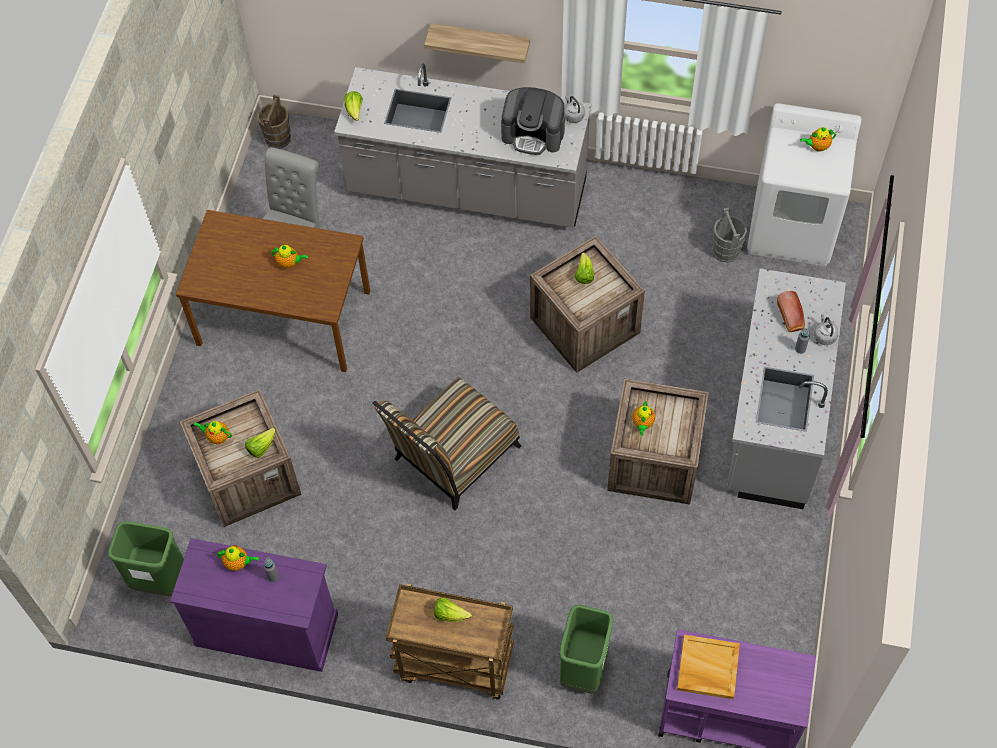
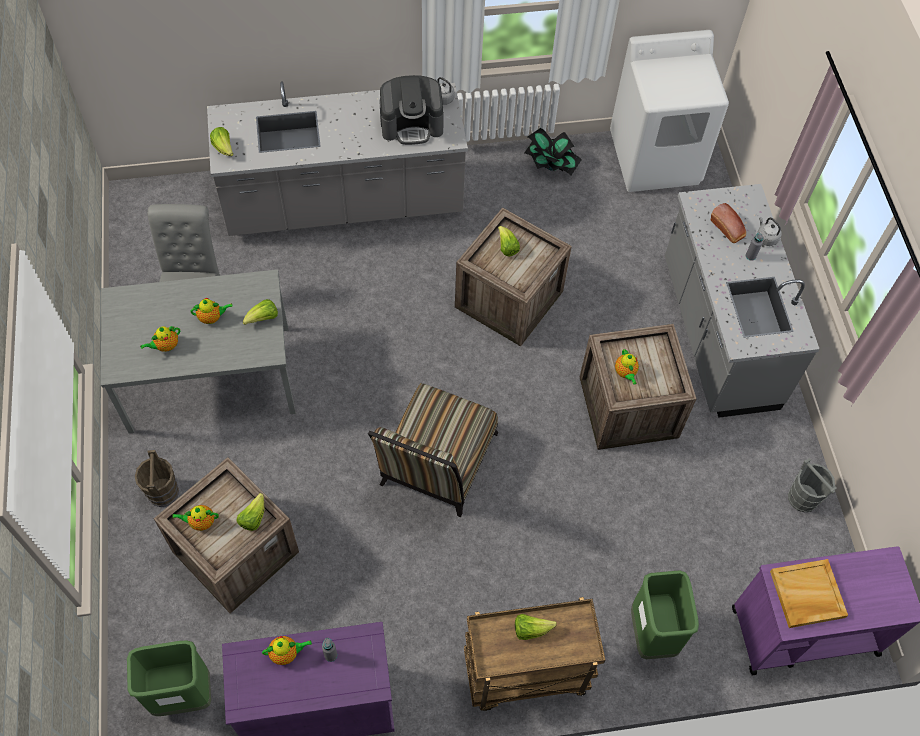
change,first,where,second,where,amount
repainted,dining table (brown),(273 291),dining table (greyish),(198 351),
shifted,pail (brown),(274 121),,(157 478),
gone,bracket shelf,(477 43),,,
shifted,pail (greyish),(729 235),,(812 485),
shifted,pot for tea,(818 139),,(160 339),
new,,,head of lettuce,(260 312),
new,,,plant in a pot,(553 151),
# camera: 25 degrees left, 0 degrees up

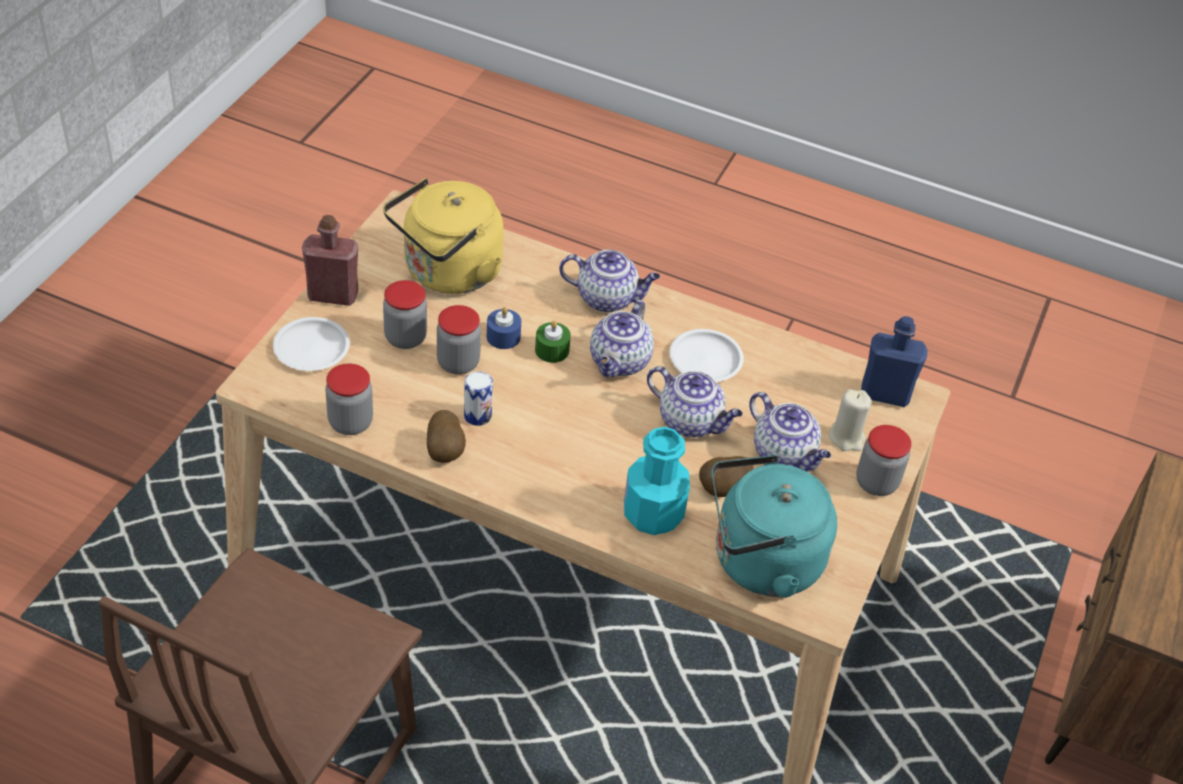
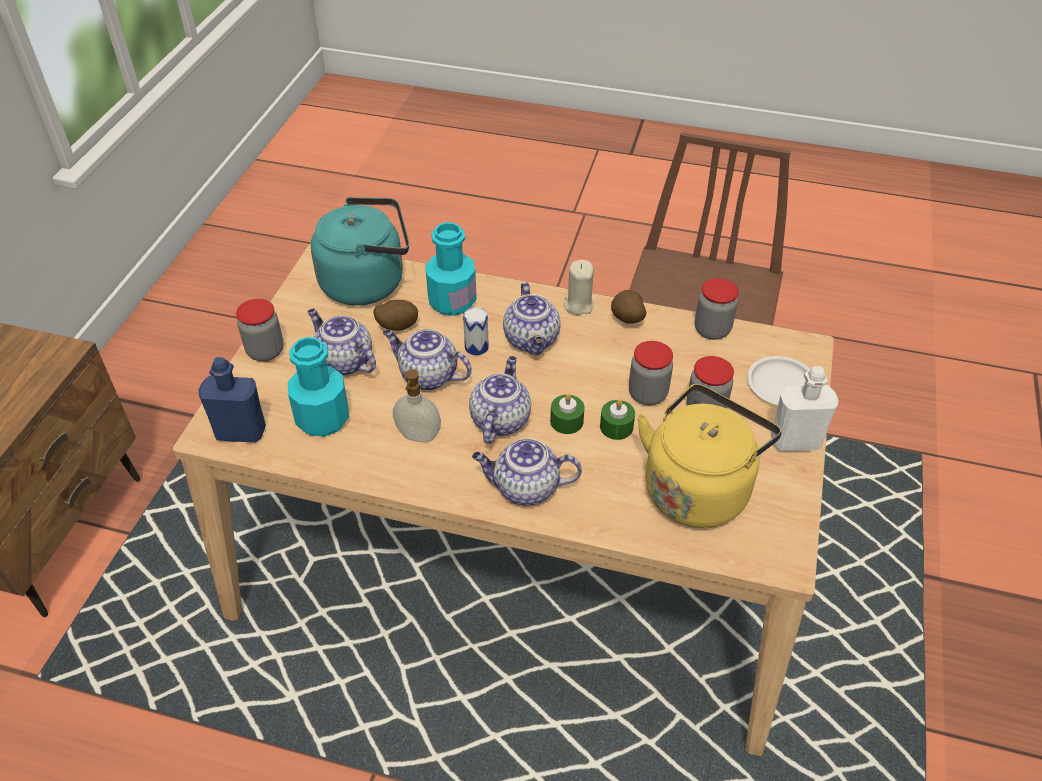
change,first,where,second,where,amount
repainted,beverage bottle (red),(330 260),beverage bottle (white),(805 408),
shifted,can,(478 398),,(476 331),
repainted,wax light (bluish),(504 328),wax light (greenish),(617 419),
swapped,flat dish (white),(706 355),soap dispenser,(417 406),
shifted,wax light (beige),(850 420),,(579 287),
new,,,beverage bottle (blue-green),(318 387),
new,,,pot for tea,(532 318),
# camera: 175 degrees right, 0 degrees up

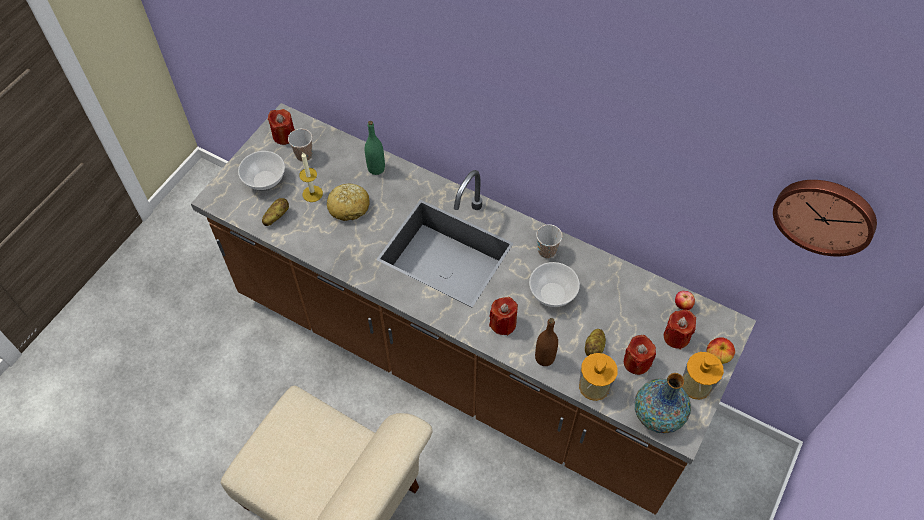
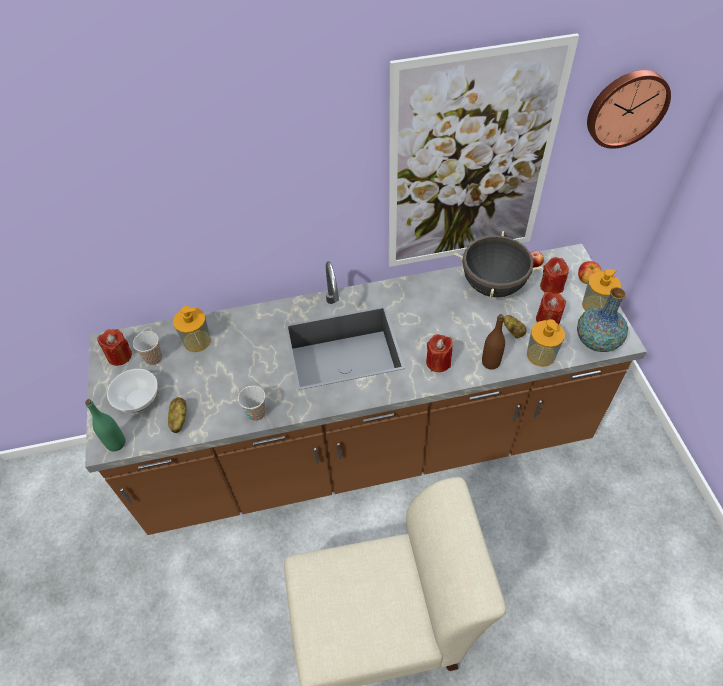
change,first,where,second,where,amount
gone,wax light,(311 177),,,
gone,bakery bread,(348 202),,,
shifted,beverage bottle (greenish),(375 148),,(105 425),
gone,serving bowl,(554 284),,,
shifted,drinking cup,(549 241),,(252 403),
new,,,soap dispenser,(192 329),
new,,,wall picture,(484 150),
new,,,saucepot (black-coloured),(499 264),
# camera: 40 degrees left, 5 degrees down

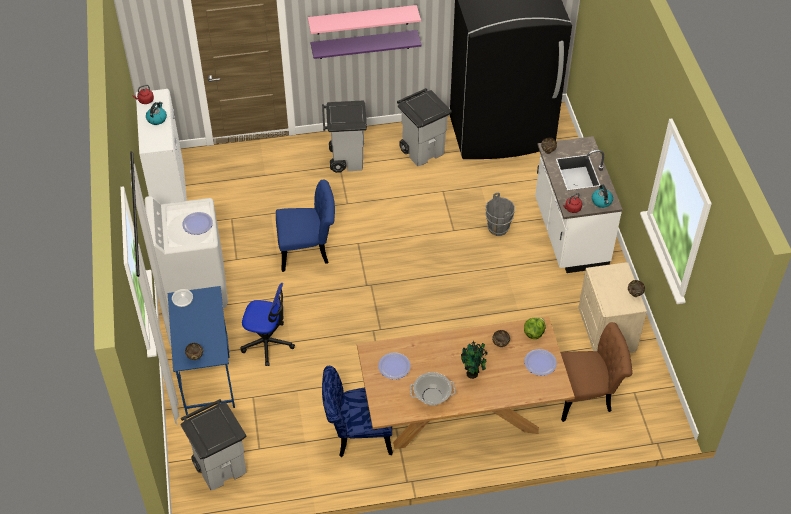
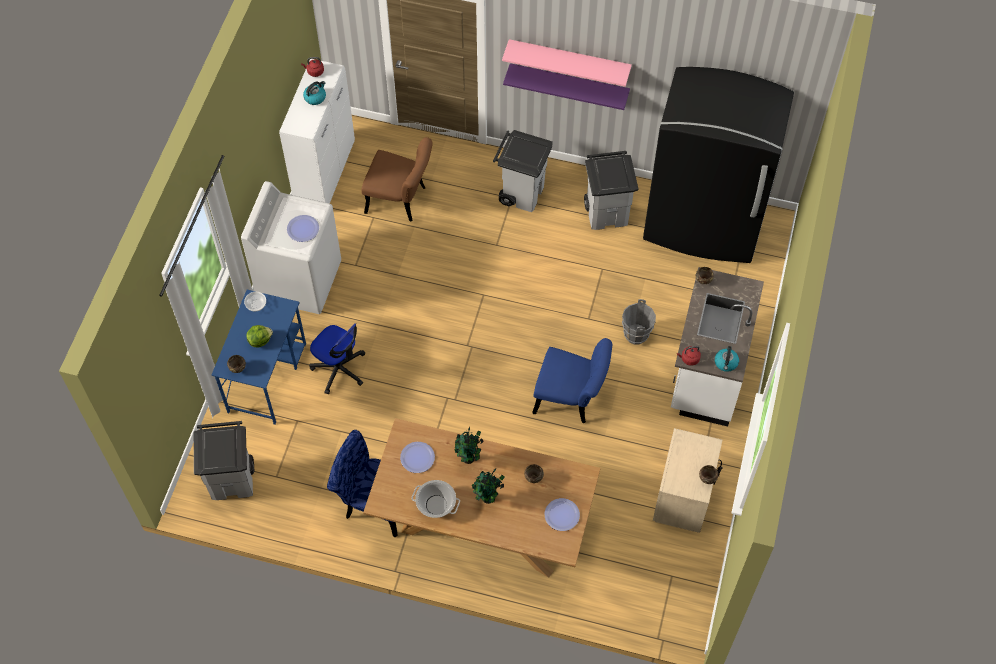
change,first,where,second,where,amount
shifted,chair (bluish),(305 225),,(572 381),
shifted,head of lettuce,(534 328),,(259 336),
shifted,chair (brown),(597 372),,(397 179),
new,,,plant in a pot,(469 445),
# camera: 25 degrees right, 10 degrees up

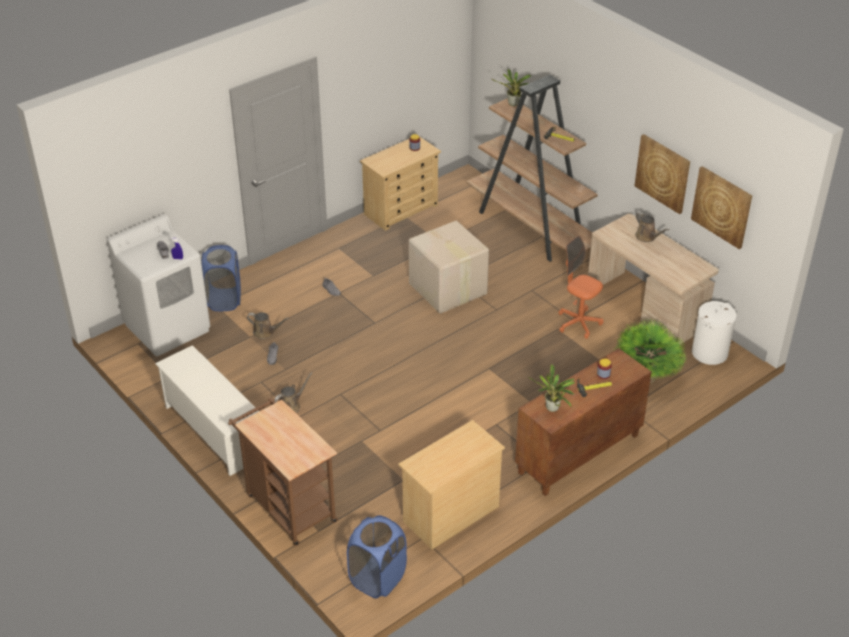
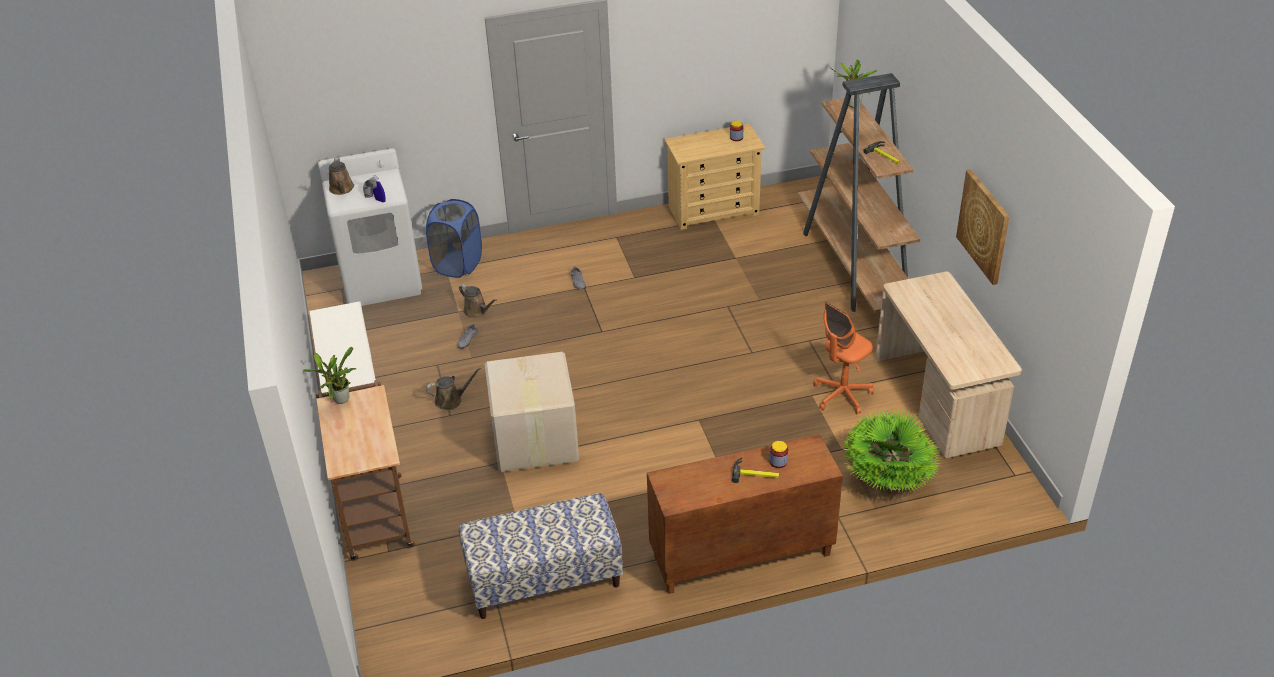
change,first,where,second,where,amount
gone,hamper (bluish),(377 556),,,
swapped,drawer chest (beige),(451 484),bench,(541 556),
shifted,cardboard box,(449 267),,(532 412),
shifted,plant in a pot,(551 388),,(329 375),
rotated,desk chair (orange),(581 287),,(843 358),105 degrees counterclockwise
shifted,watering pot (brown),(652 227),,(341 176),
gone,wall picture,(721 207),,,
gone,hamper (white),(714 333),,,
# camera: 25 degrees right, 0 degrees up

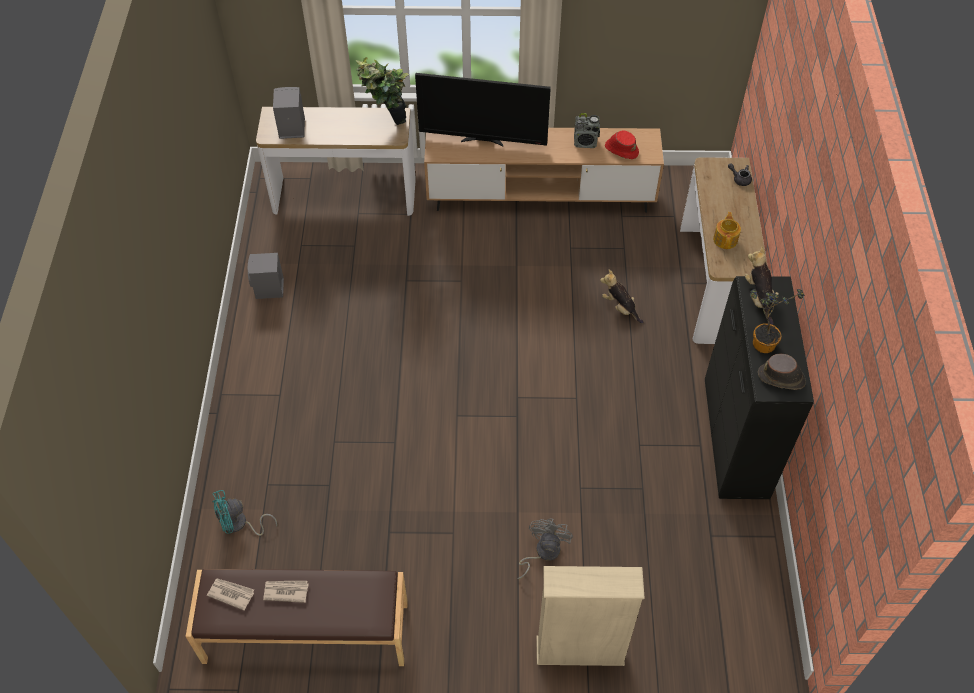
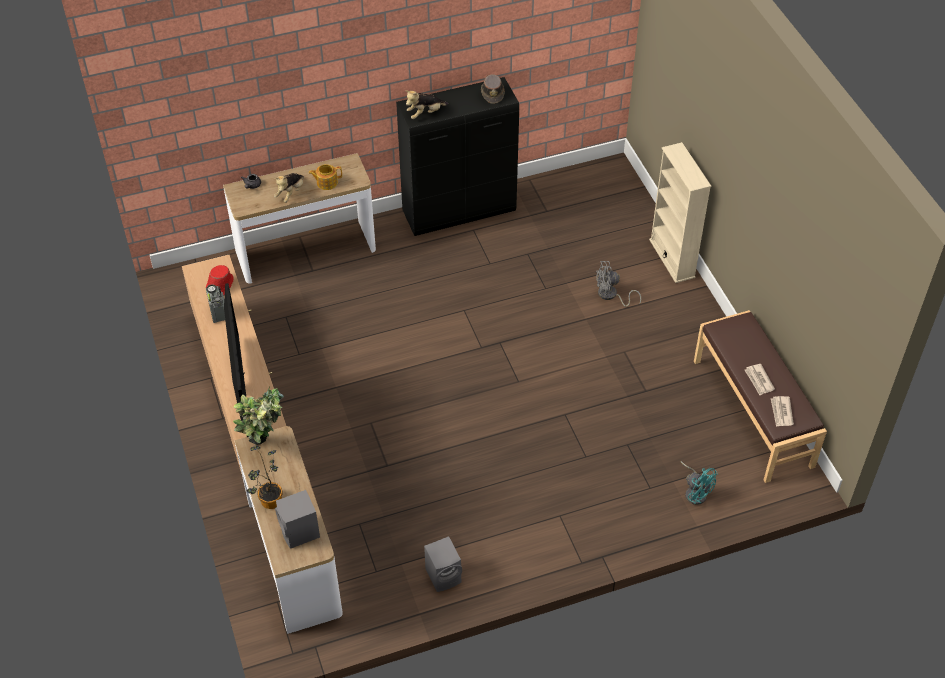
change,first,where,second,where,amount
shifted,plush toy,(621 296),,(289 188),
shifted,plant in a pot,(777 321),,(264 477),
# camera: 110 degrees left, 5 degrees down

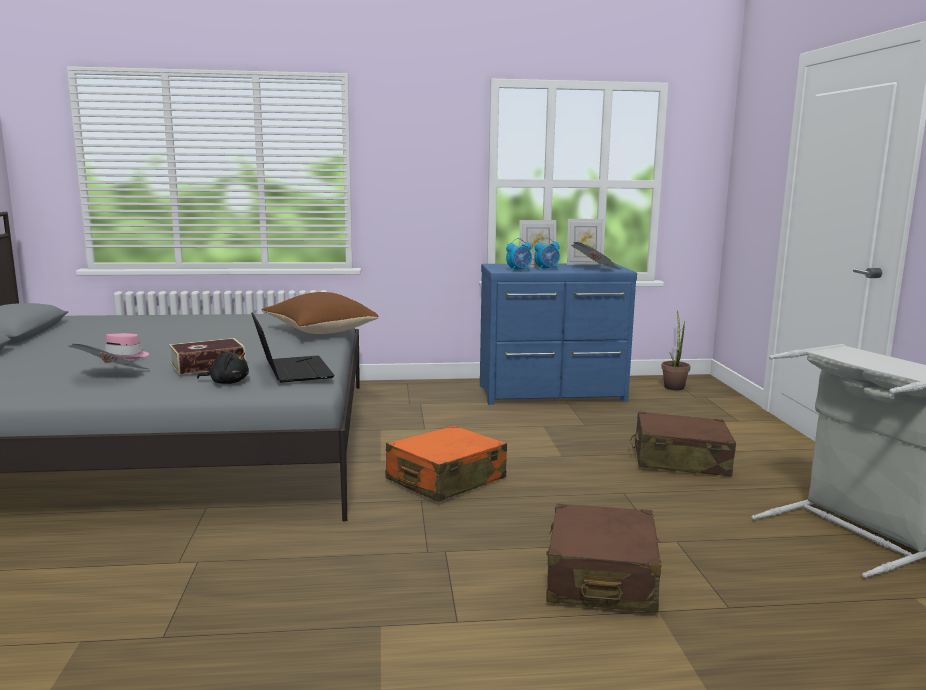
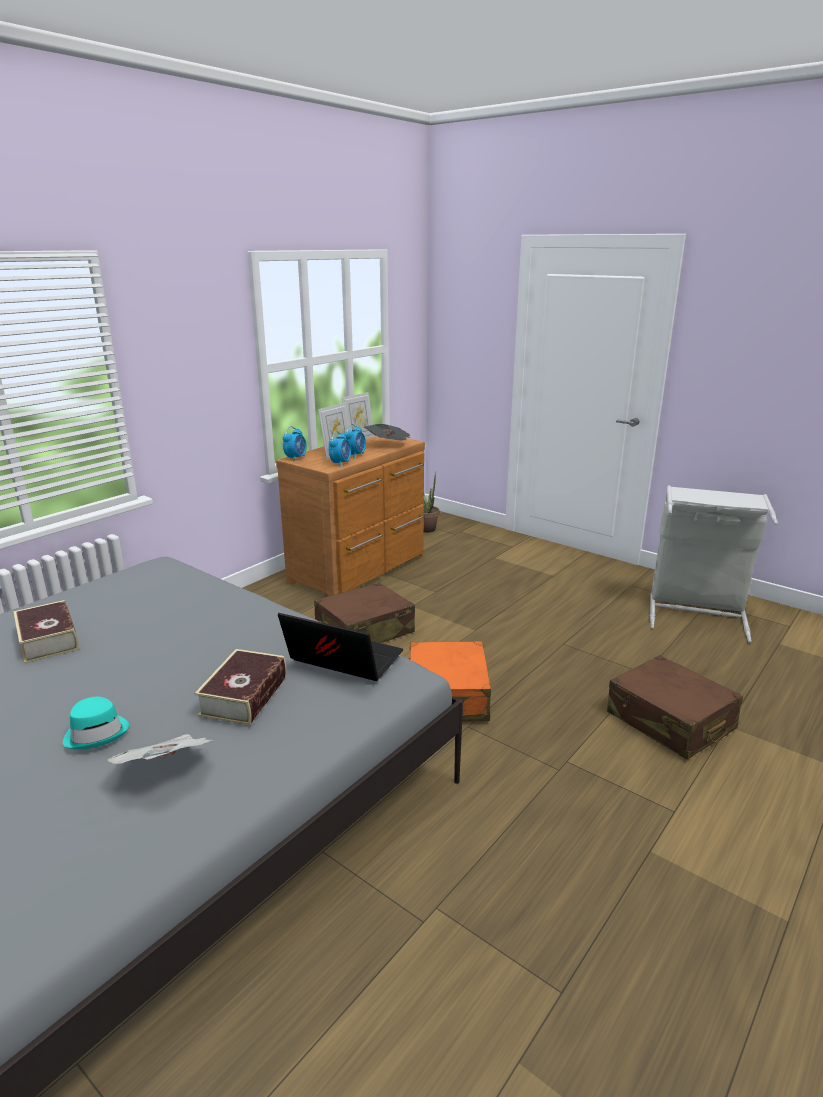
change,first,where,second,where,amount
repainted,wearable hat (pinkish),(127 346),wearable hat (blue-green),(96 723),
gone,plush toy (black-coloured),(223 366),,,
gone,cushion (brown),(320 313),,,
repainted,drawer chest (bluish),(558 334),drawer chest (brown),(350 516),
shifted,travel case (brown),(683 444),,(364 613),
new,,,bound book,(46 631),
new,,,alarm clock,(295 443),
# camera: 45 degrees left, 10 degrees up

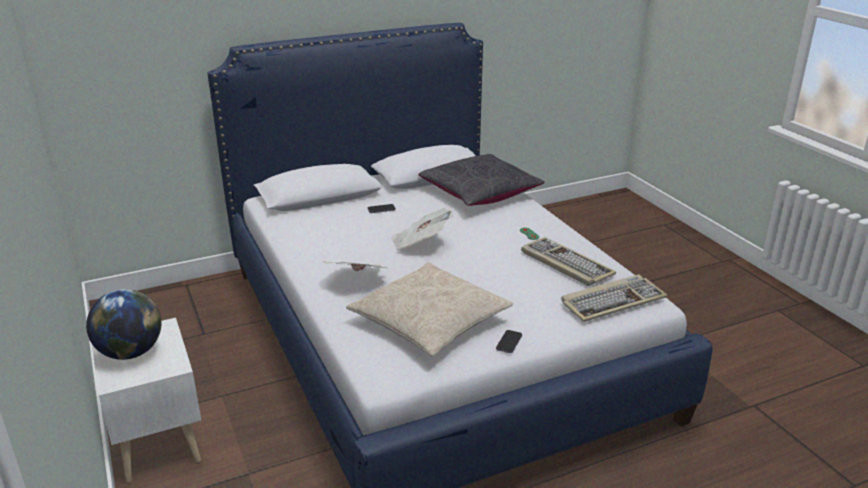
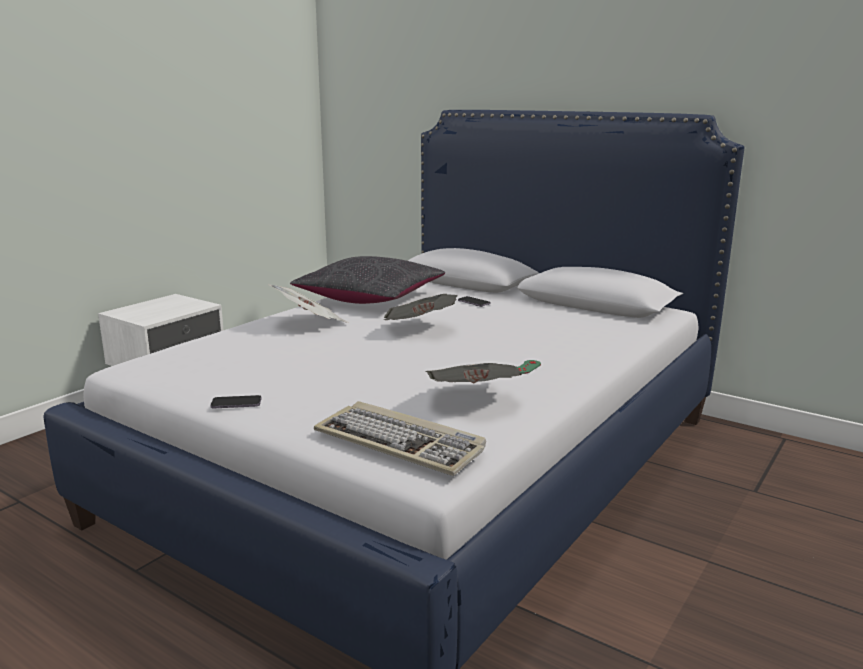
change,first,where,second,where,amount
gone,globe,(123 324),,,
gone,cushion (beige),(429 309),,,
shifted,cushion (black-coloured),(481 180),,(367 280),
swapped,keyboard,(568 261),newspaper,(474 373),
# camera: 60 degrees right, 10 degrees down

